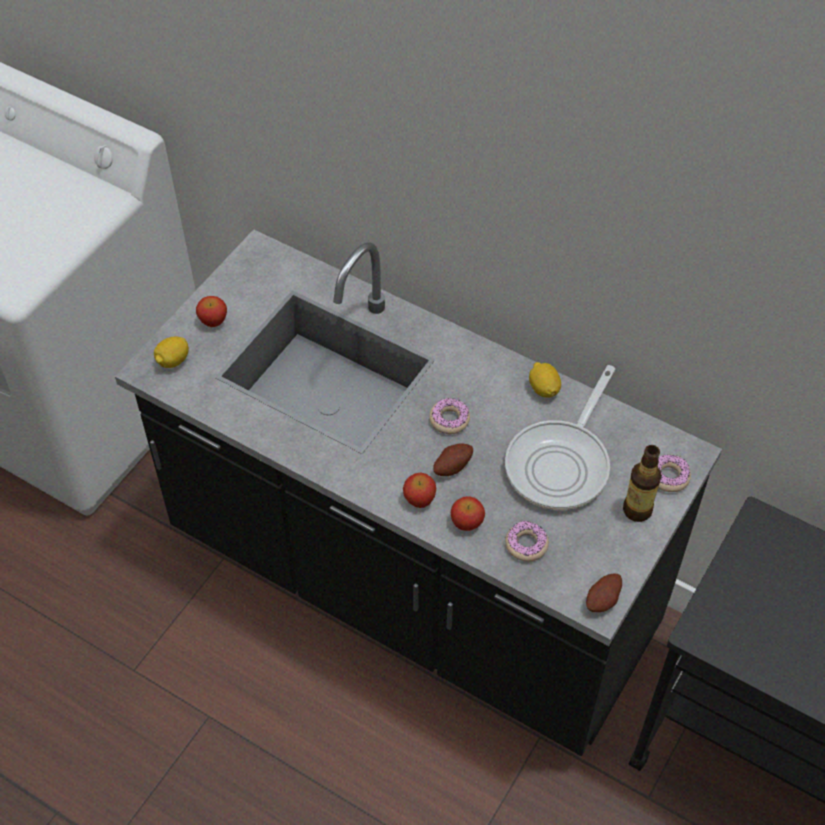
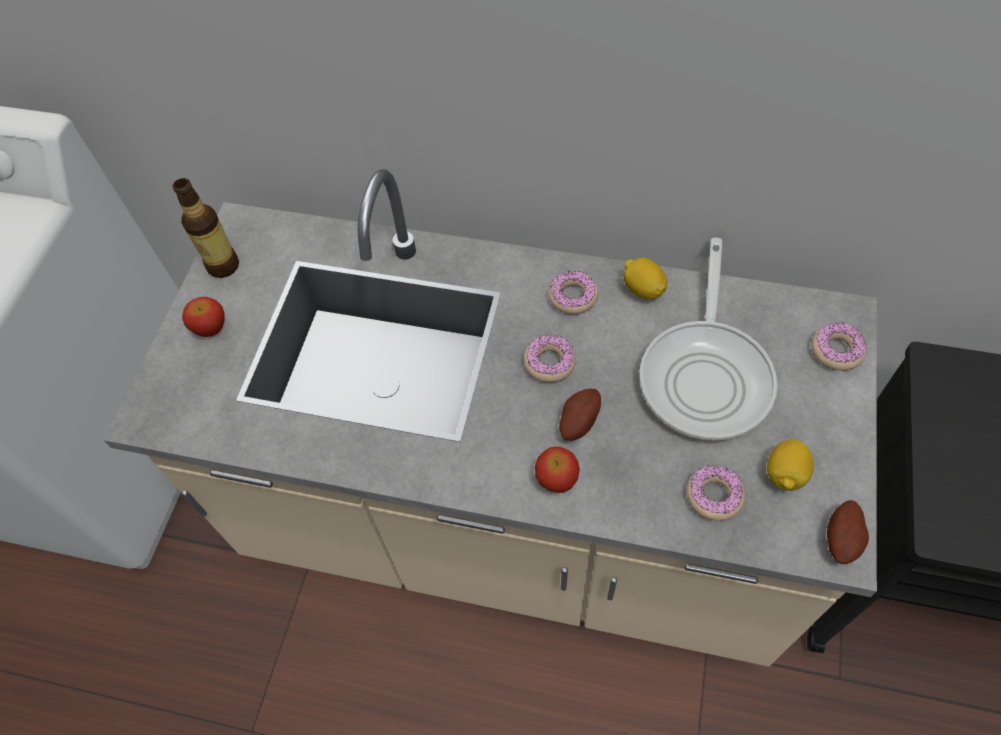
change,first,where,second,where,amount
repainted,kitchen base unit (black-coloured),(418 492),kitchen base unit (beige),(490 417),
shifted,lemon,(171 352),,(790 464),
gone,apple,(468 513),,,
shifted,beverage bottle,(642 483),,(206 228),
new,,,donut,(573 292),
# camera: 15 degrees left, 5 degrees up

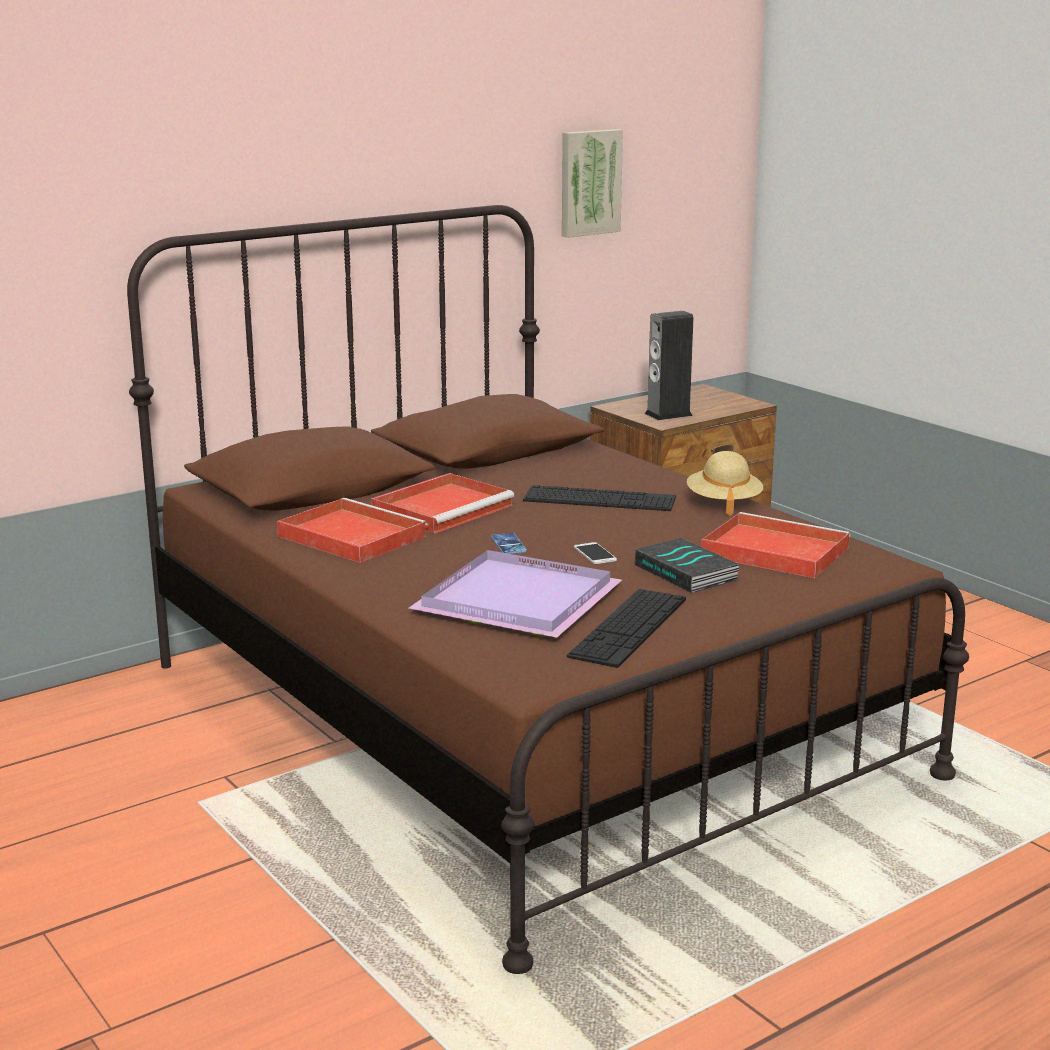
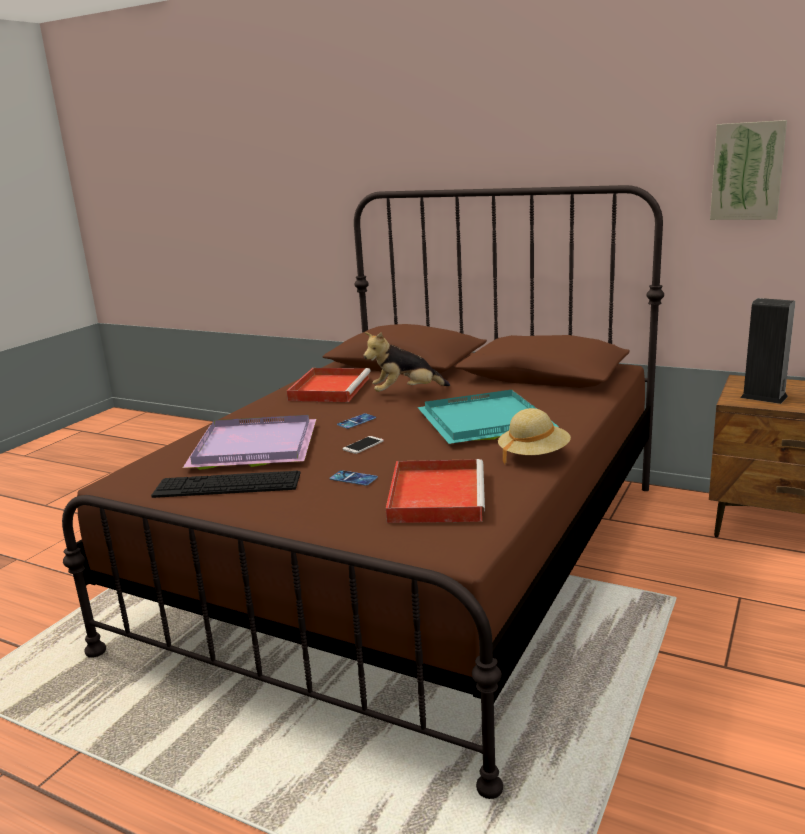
change,first,where,second,where,amount
swapped,tray (red),(442 503),plush toy,(407 362),
swapped,keyboard,(599 498),tray (blue-green),(488 417),
swapped,bound book,(687 565),phone,(354 478),
# camera: 65 degrees right, 0 degrees up

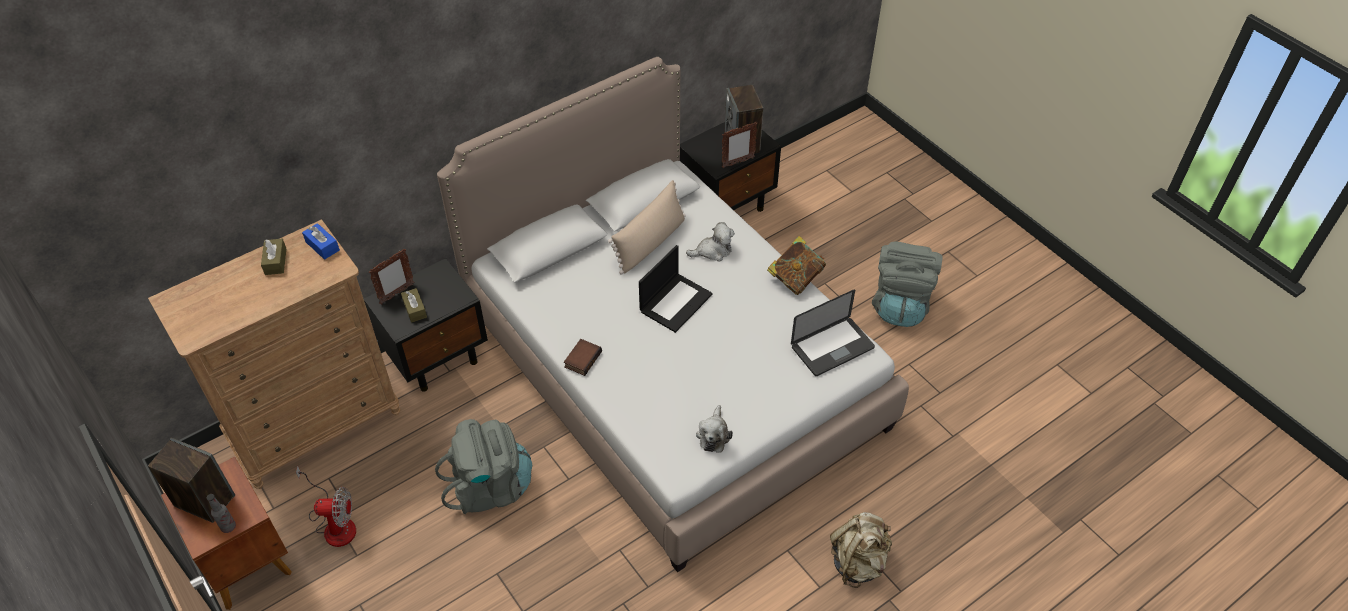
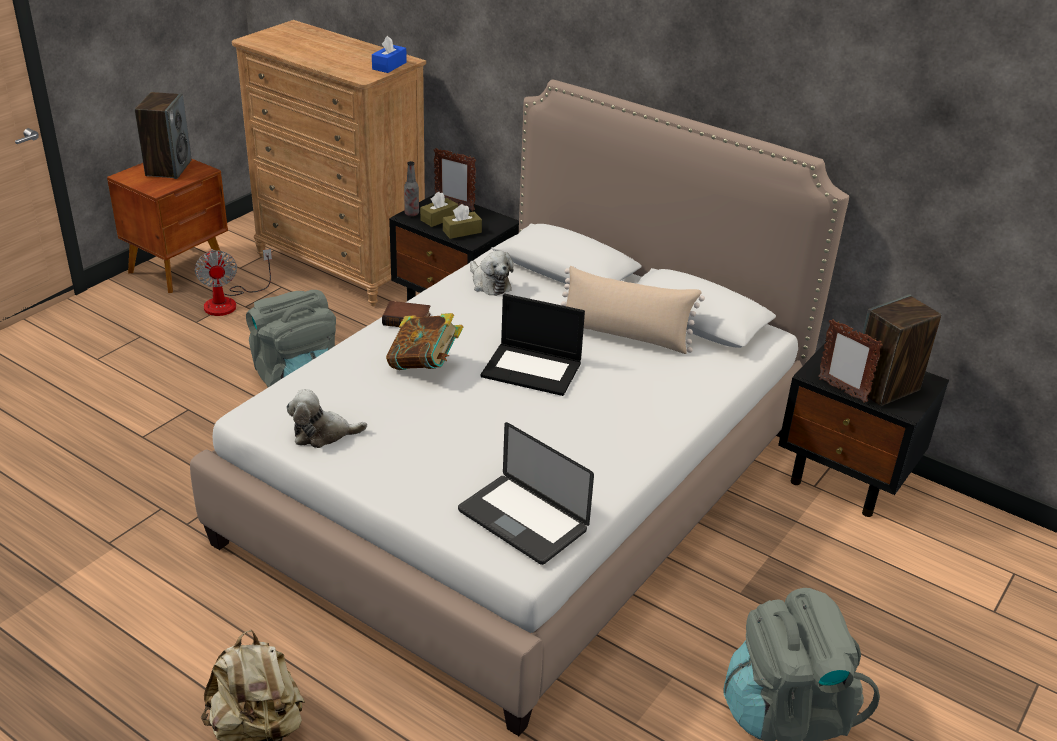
change,first,where,second,where,amount
shifted,beverage bottle,(221 513),,(411 188),
shifted,box of tissues (brown),(274 257),,(462 221),
shifted,plush toy,(710 242),,(492 273),
shifted,bound book,(796 265),,(424 341),
# camera: 70 degrees right, 15 degrees down

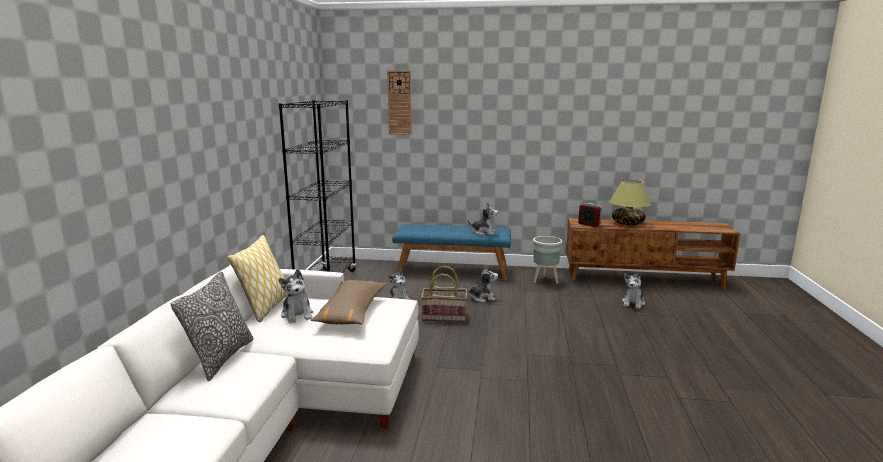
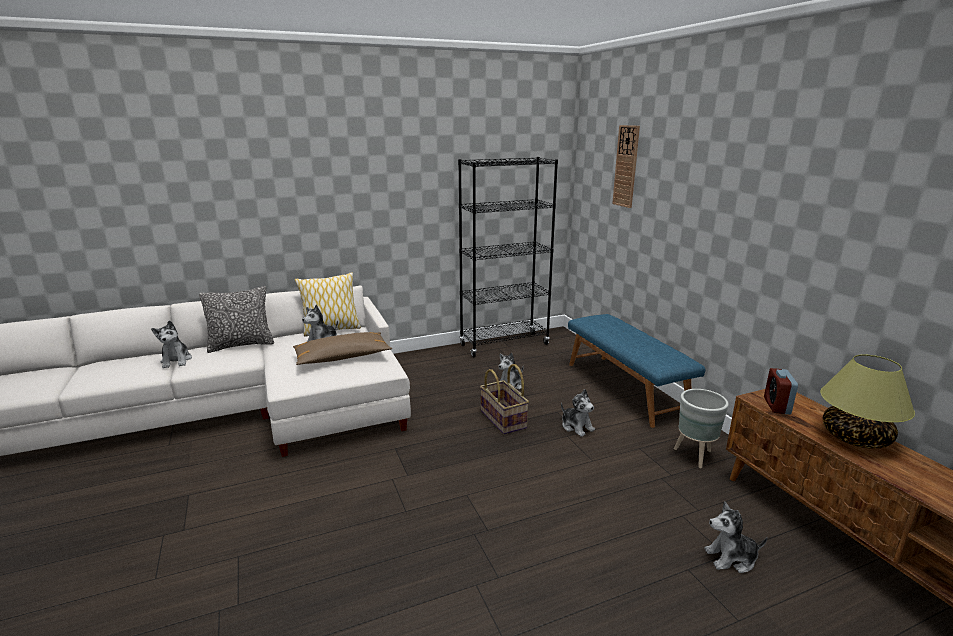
change,first,where,second,where,amount
shifted,plush toy,(483 218),,(171 344),
# camera: 60 degrees right, 5 degrees up

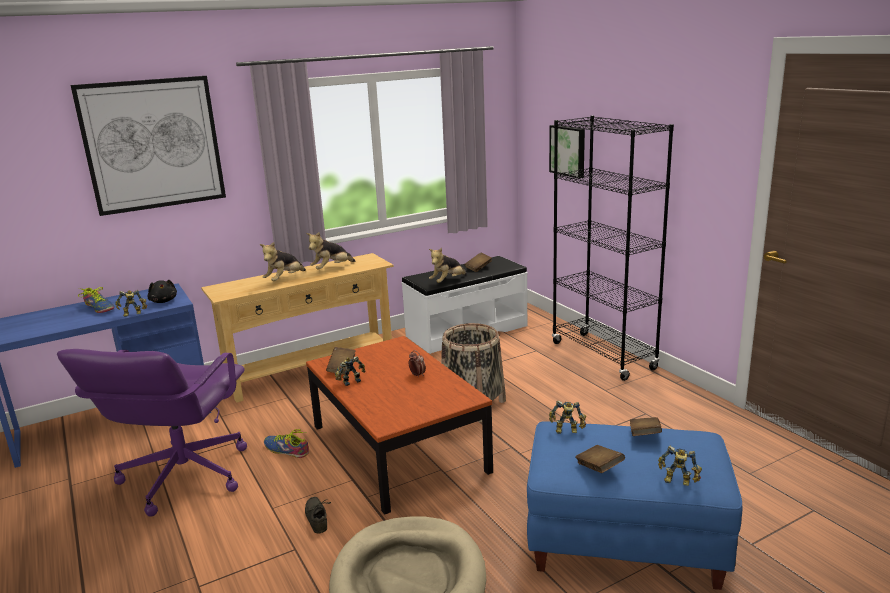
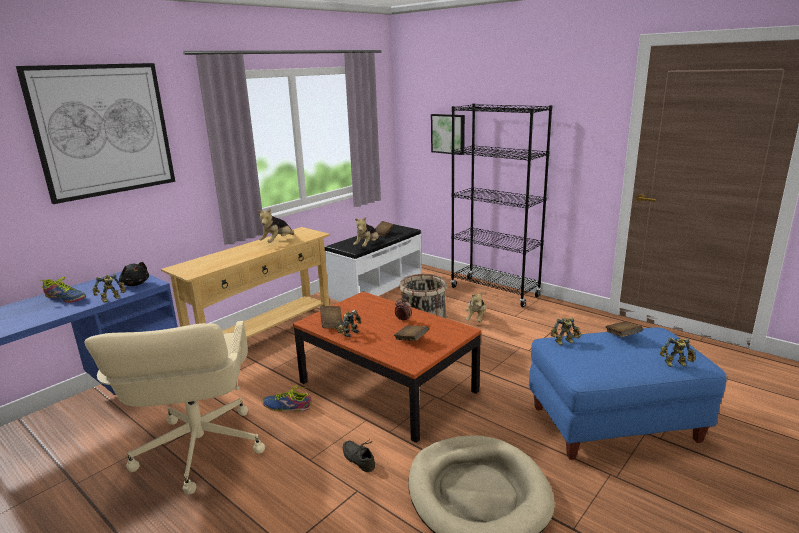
change,first,where,second,where,amount
repainted,desk chair (purple-coloured),(152 432),desk chair (beige),(174 408),
shifted,plush toy,(283 261),,(475 307),
shifted,bound book (brown),(600 459),,(411 333),
# camera: 20 degrees left, 0 degrees up

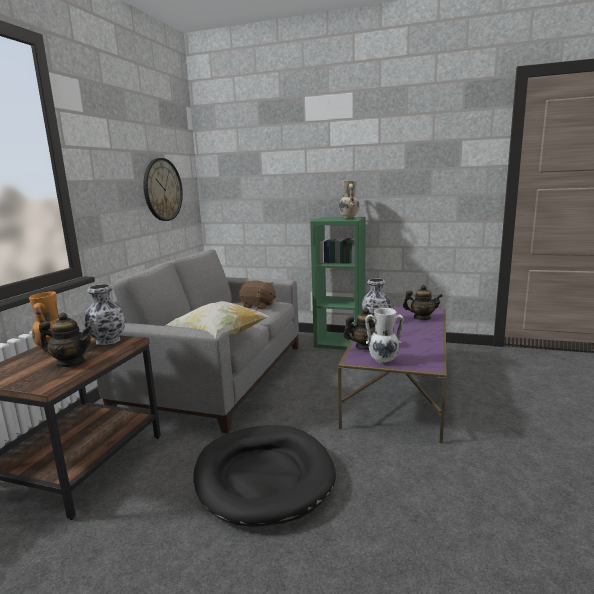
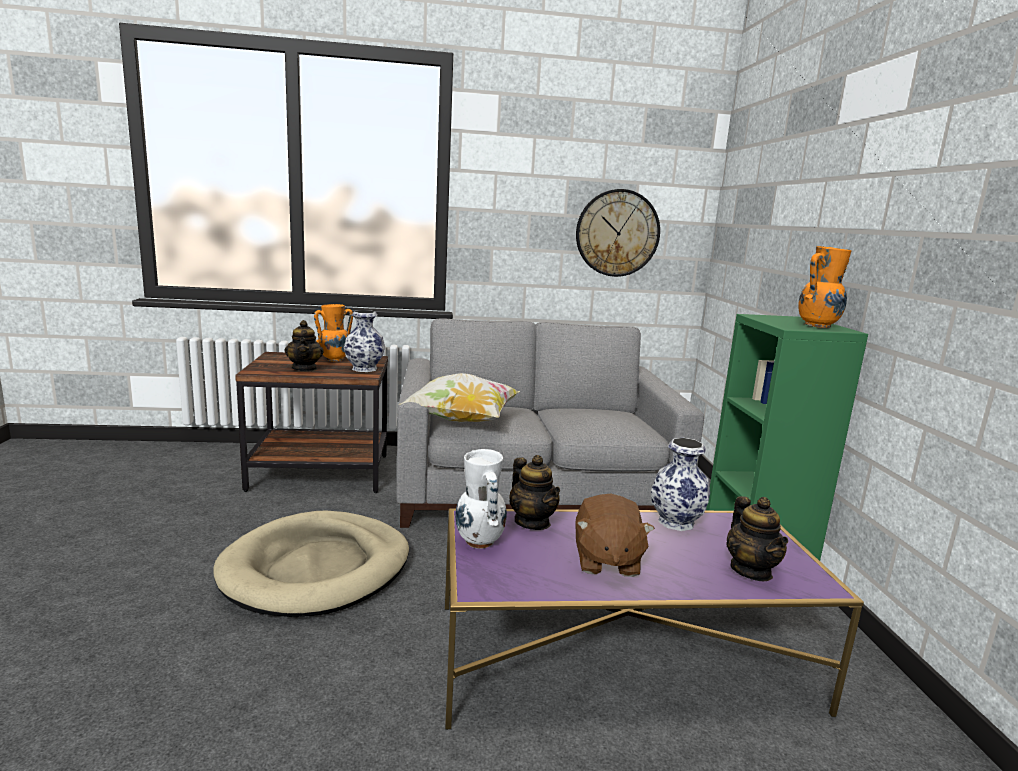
change,first,where,second,where,amount
repainted,pet bed (black-coloured),(265 476),pet bed (beige),(311 563),
shifted,plush toy (brown),(257 295),,(615 535),
repainted,vase (beige),(349 199),vase (orange),(824 287),
# camera: 65 degrees right, 0 degrees up

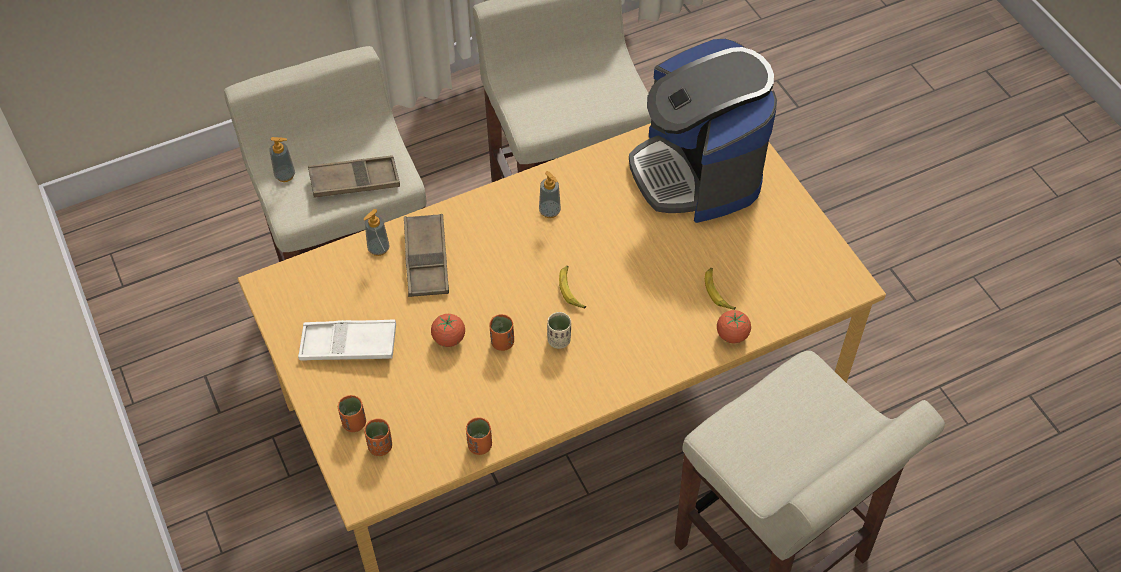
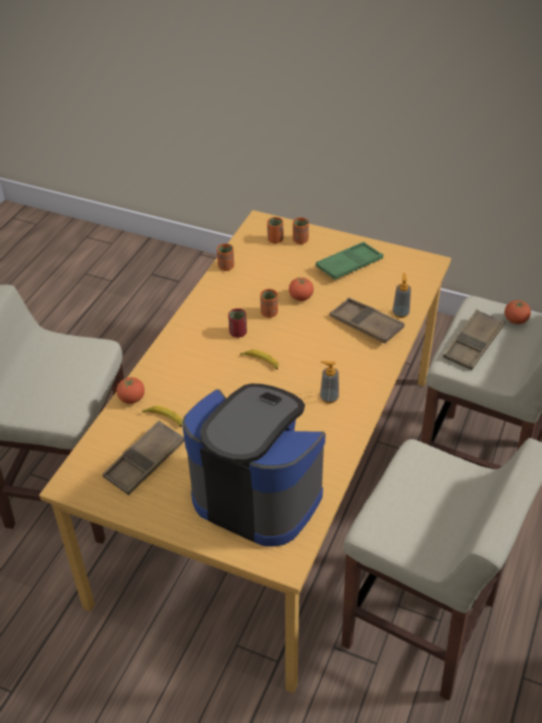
change,first,where,second,where,amount
swapped,soap dispenser,(282 159),whole tomato,(518 312),
repainted,tray (white),(347 340),tray (greenish),(349 261),
repainted,drinking cup (beige),(559 330),drinking cup (red),(237 323),
new,,,tray (brown),(143 458),
# camera: 140 degrees right, 10 degrees down

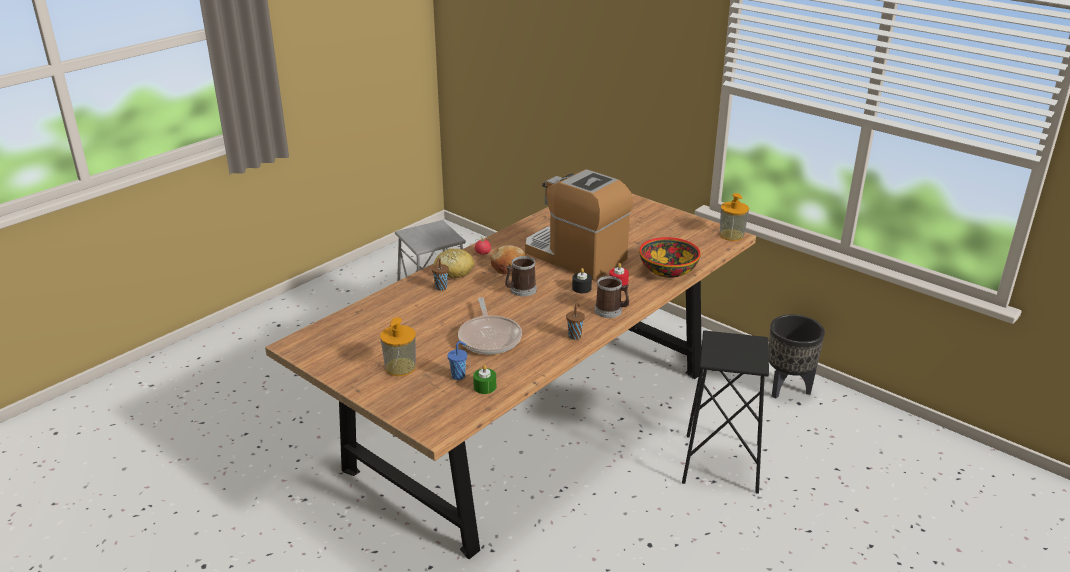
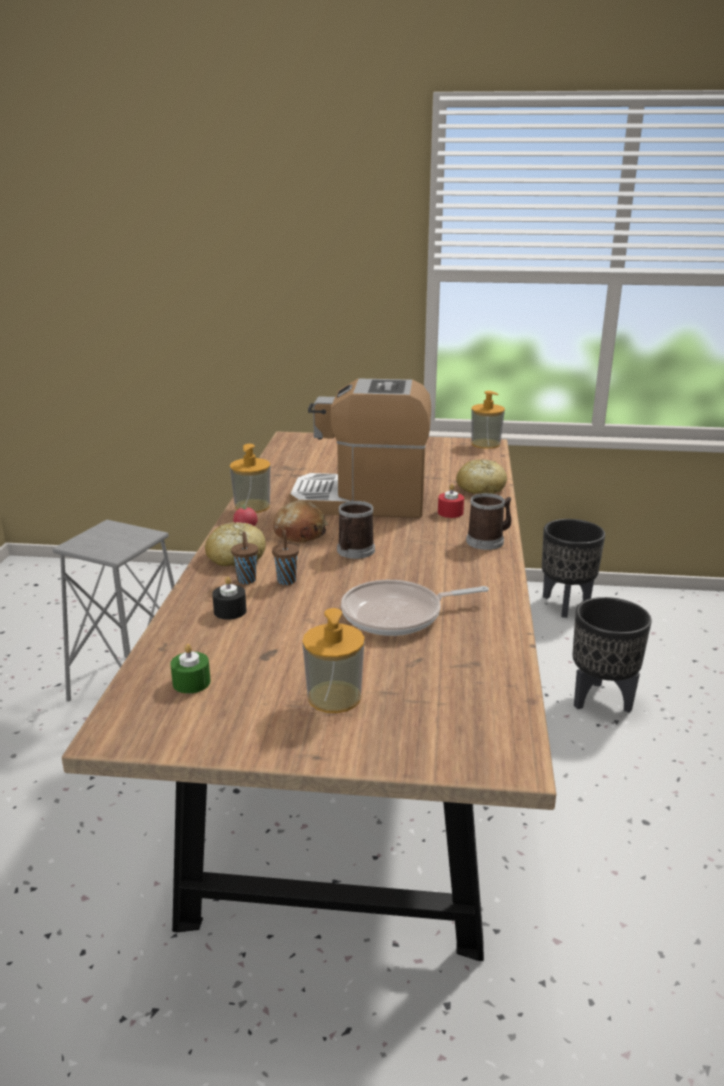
change,first,where,second,where,amount
gone,drinking cup (bluish),(457 360),,,
rotated,frying pan,(490 326),,(415 608),120 degrees clockwise
shifted,wax light (greenish),(484 379),,(190 669),
shifted,drinking cup (brown),(575 321),,(285 557),
shifted,wax light (black-coloured),(582 280),,(229 598),
swapped,serving bowl,(670 257),bakery bread,(481 476),
swapped,stool seat (black-coloured),(725 412),planter (black-coloured),(612 655),
new,,,soap dispenser,(250 478),
# camera: 35 degrees left, 5 degrees down

